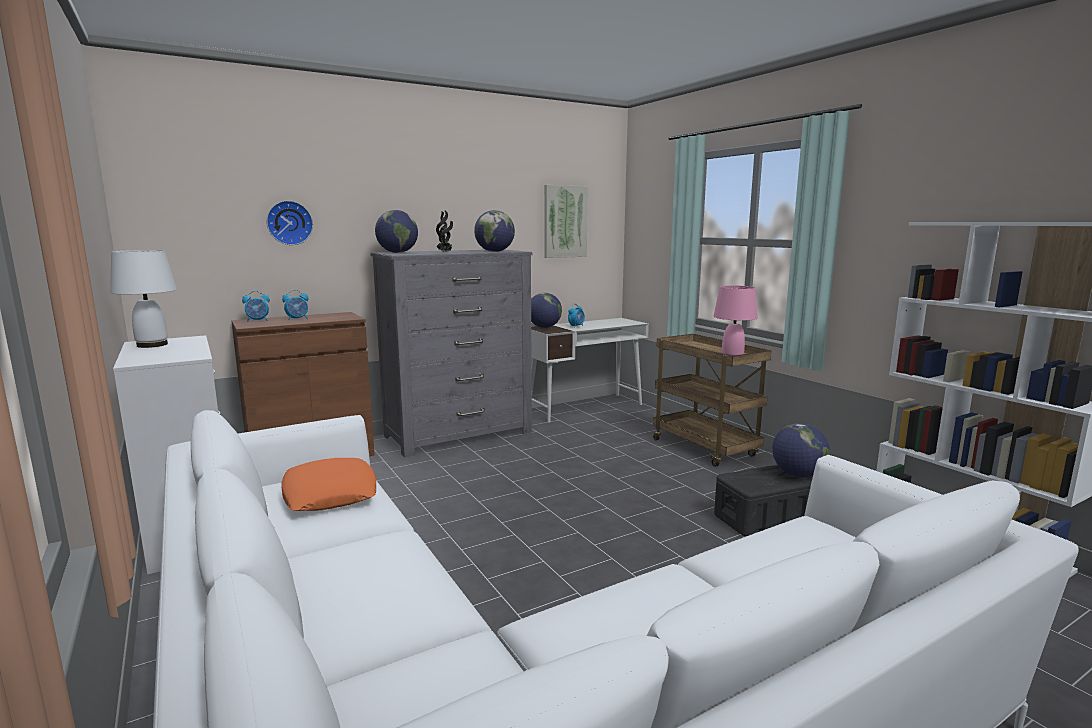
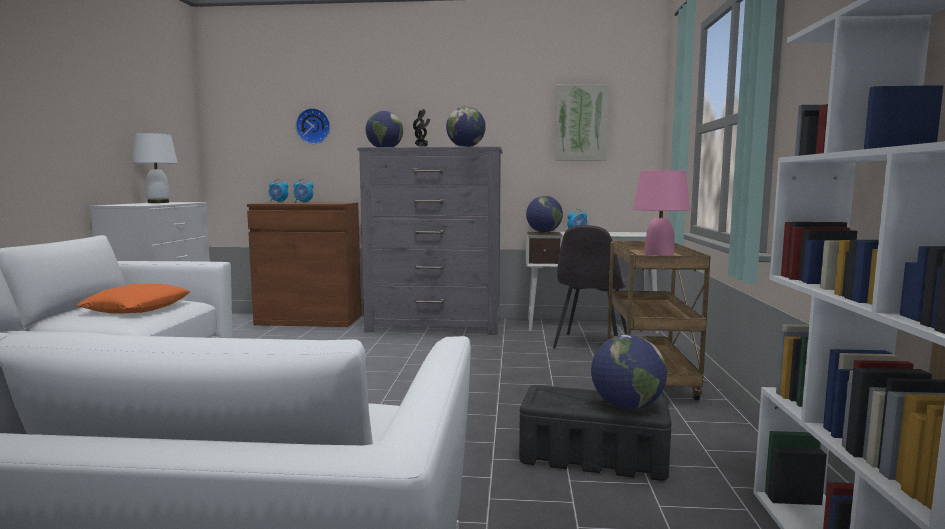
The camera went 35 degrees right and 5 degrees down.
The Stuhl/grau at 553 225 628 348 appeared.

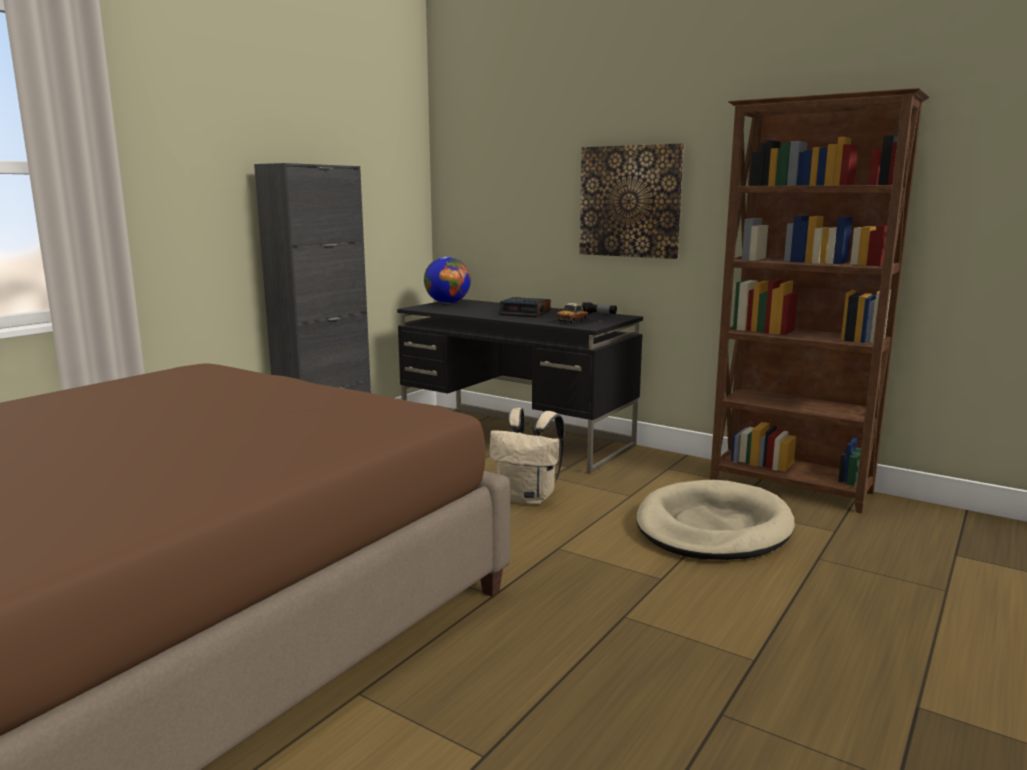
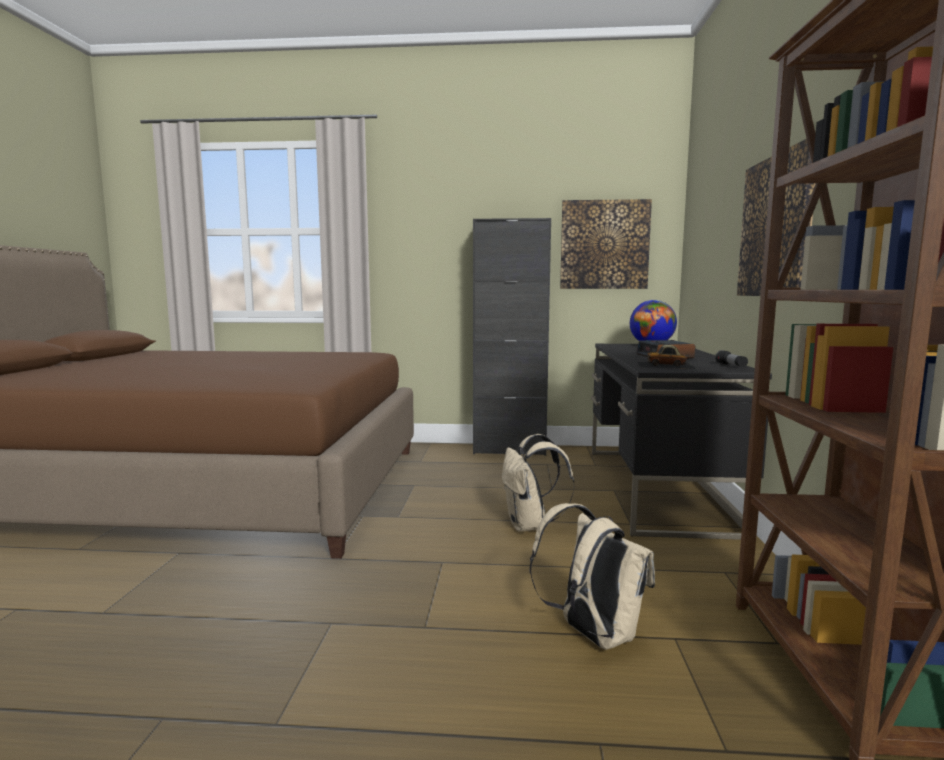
The camera went 60 degrees right and 5 degrees down.
The Bild at 560 199 652 289 appeared.
The Hundebett/beige at 636 480 795 560 was replaced by the Rucksack/beige at 530 503 655 650.

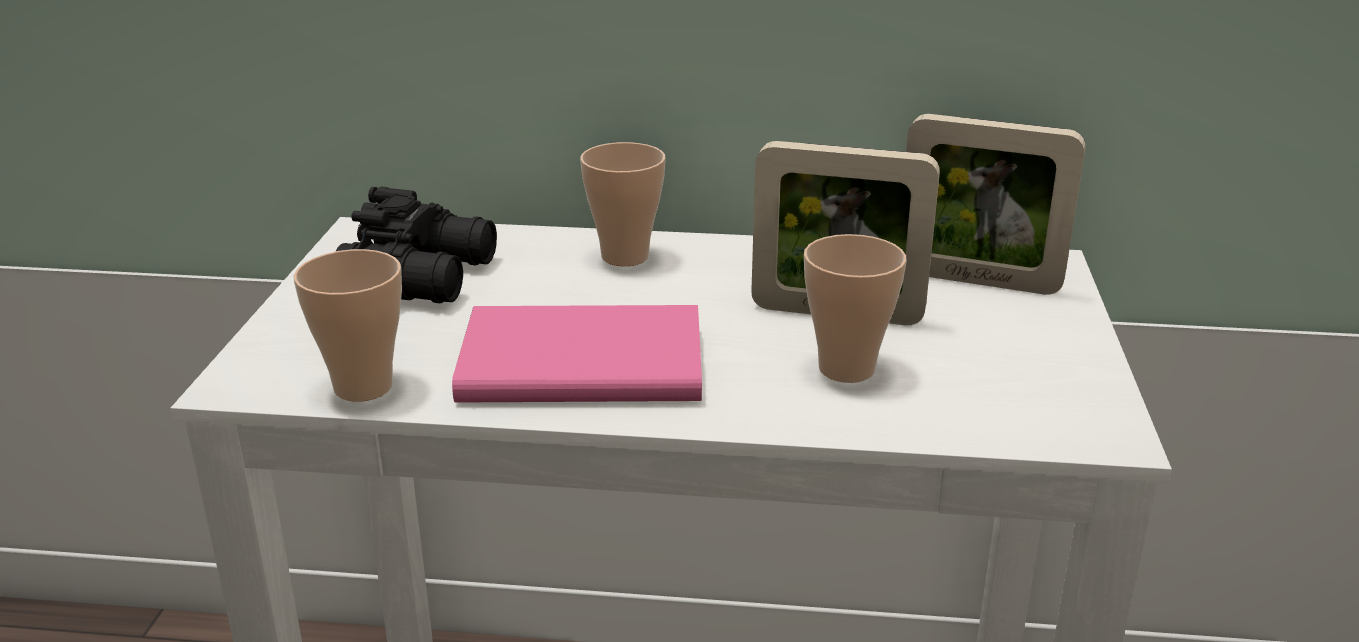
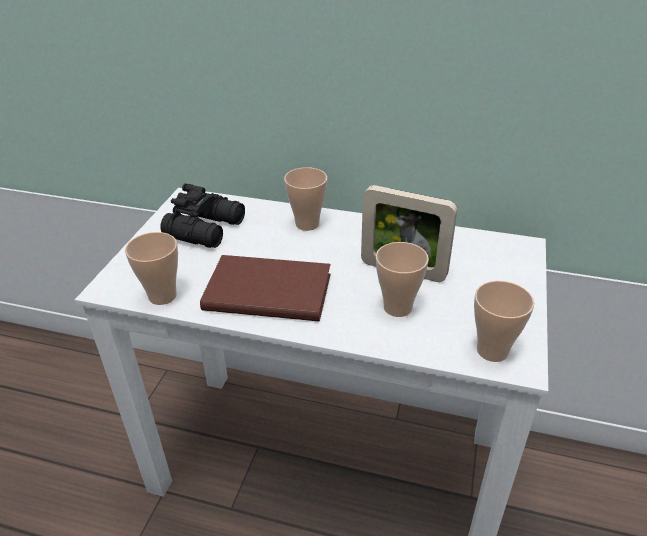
The camera went 10 degrees right and 10 degrees up.
The Bilderrahmen at 906 114 1086 295 disappeared.
The Tasse at 474 281 534 362 appeared.
The Buch/rosa at 452 305 702 403 became the Buch/braun at 200 255 331 321.

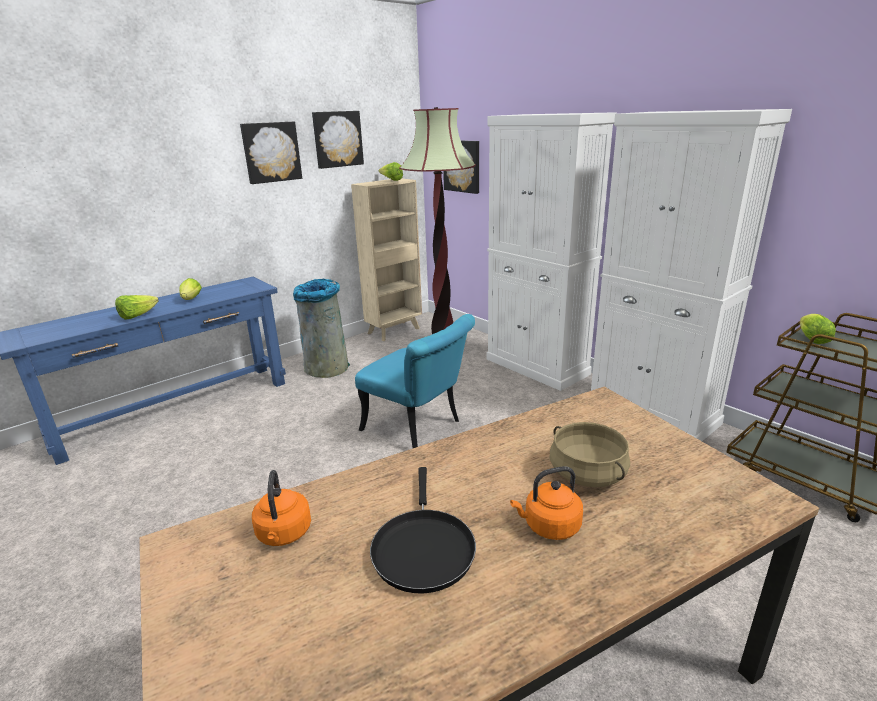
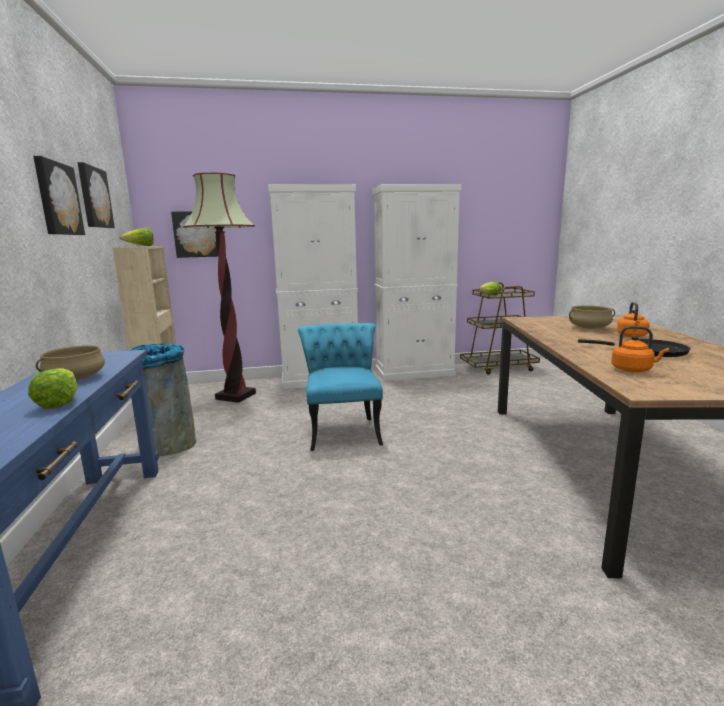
The camera went 60 degrees left and 10 degrees down.
The Salatkopf at 179 278 202 300 was replaced by the Kochtopf/beige at 36 345 105 380.
The Stuhl/türkis at 355 314 475 448 turned 75 degrees counterclockwise.

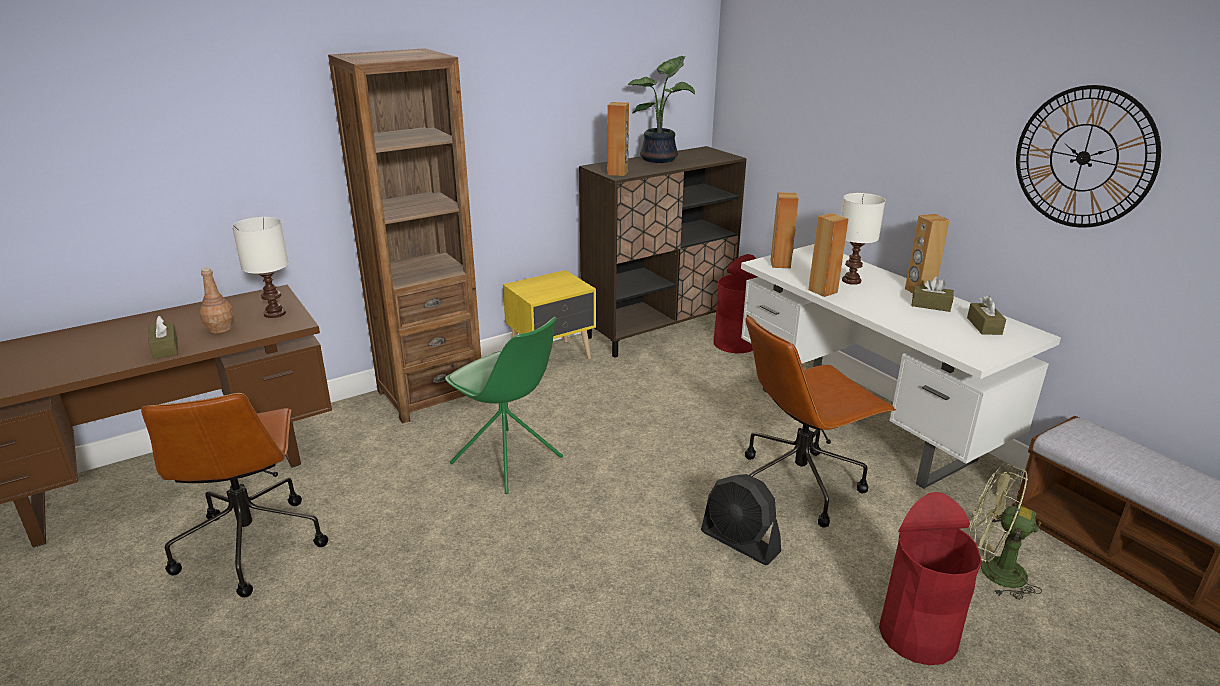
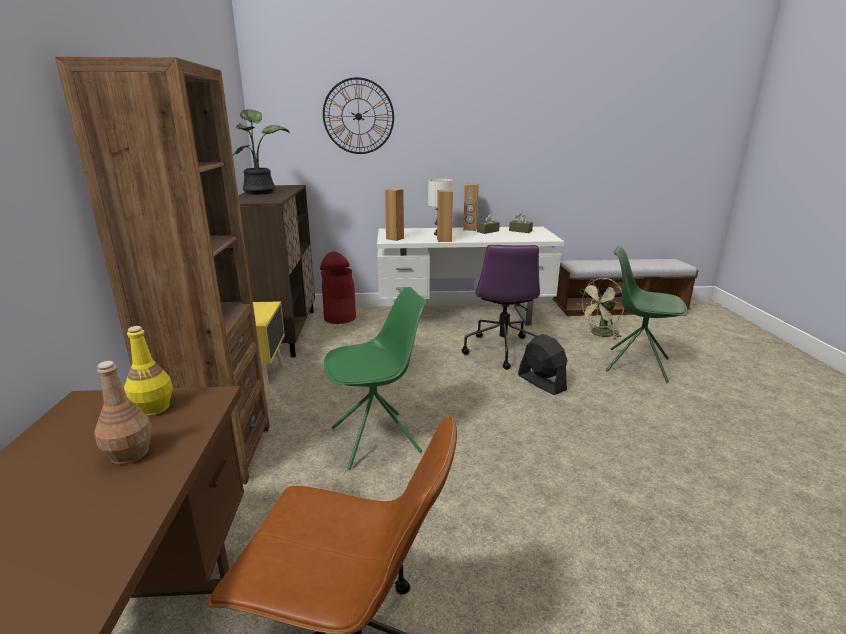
The camera went 60 degrees left and 5 degrees down.
The Taschentuchbox/braun at 149 316 178 359 disappeared.
The Lautsprecher/braun at 607 102 629 176 disappeared.
The Wanduhr moved from 1016 85 1161 228 to 323 77 394 154.
The Tischlampe/weiß at 232 217 289 318 was replaced by the Flasche/gelb at 124 326 173 416.
The Mülleimer/rot at 879 492 982 665 was replaced by the Stuhl/grün at 606 246 688 383.
The Bürostuhl/braun at 745 315 896 528 became the Bürostuhl/lila at 462 245 540 370.
The Ventilator/schwarz at 701 474 781 565 turned 105 degrees counterclockwise.

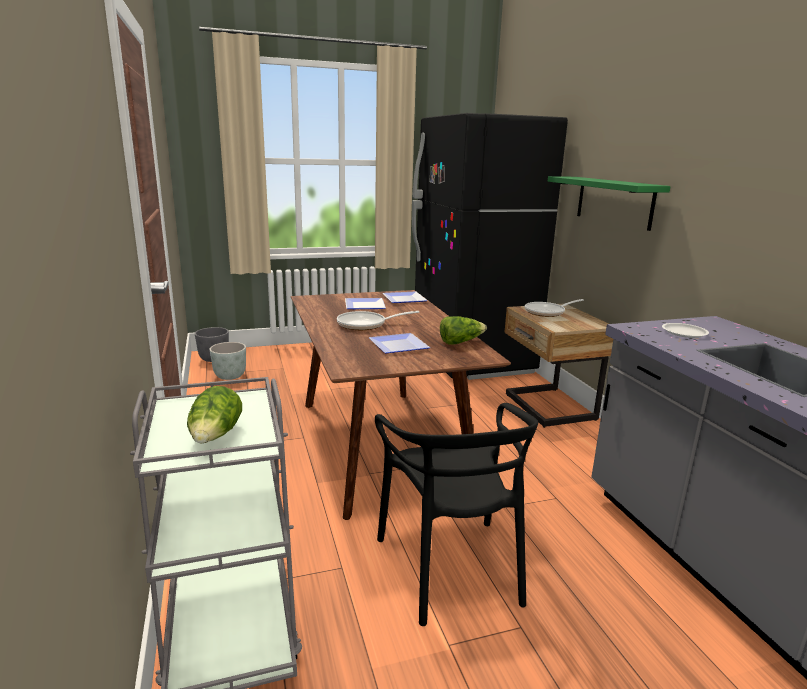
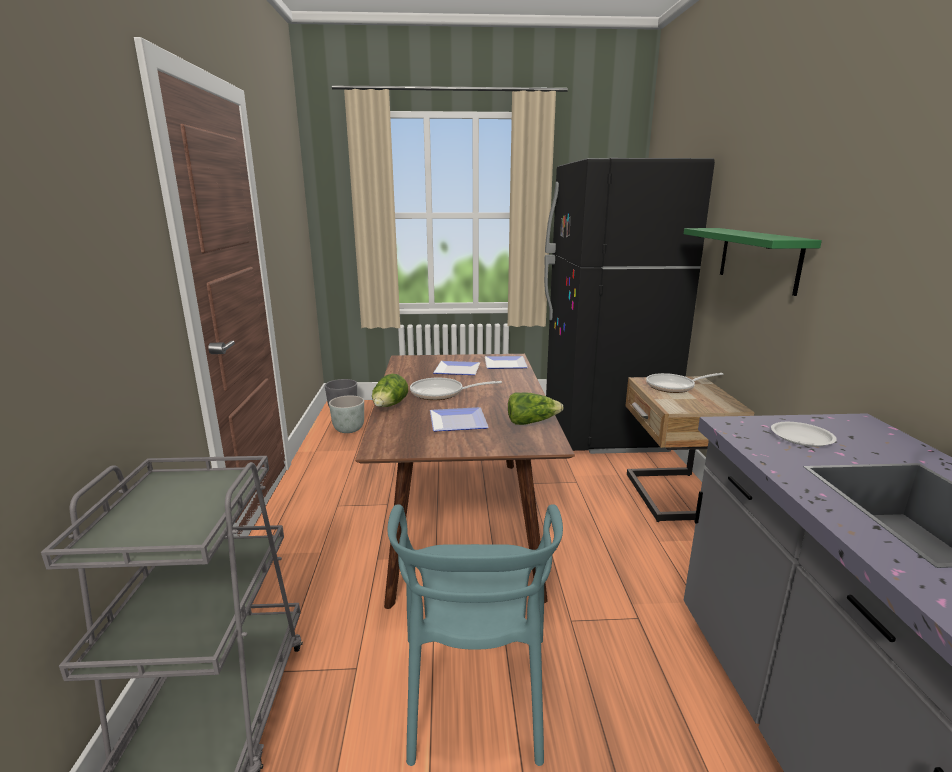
The camera went 15 degrees right and 0 degrees up.
The Salatkopf moved from 187 386 242 443 to 372 374 408 407.
The Stuhl/schwarz at 375 403 538 626 became the Stuhl/türkis at 388 504 563 766.

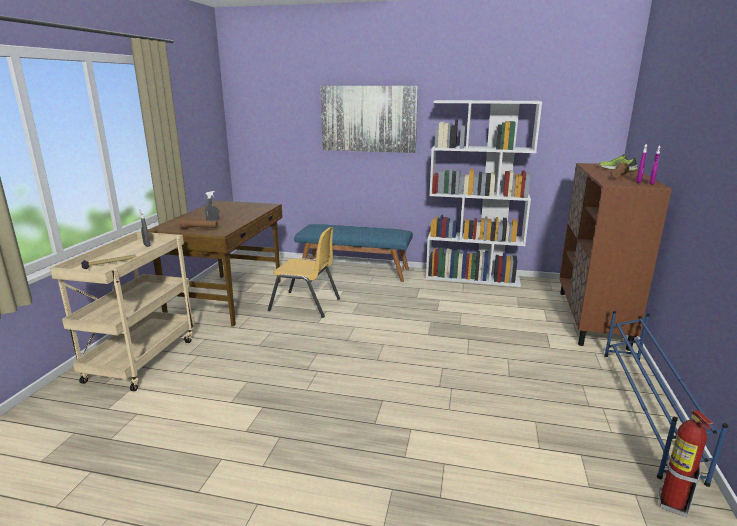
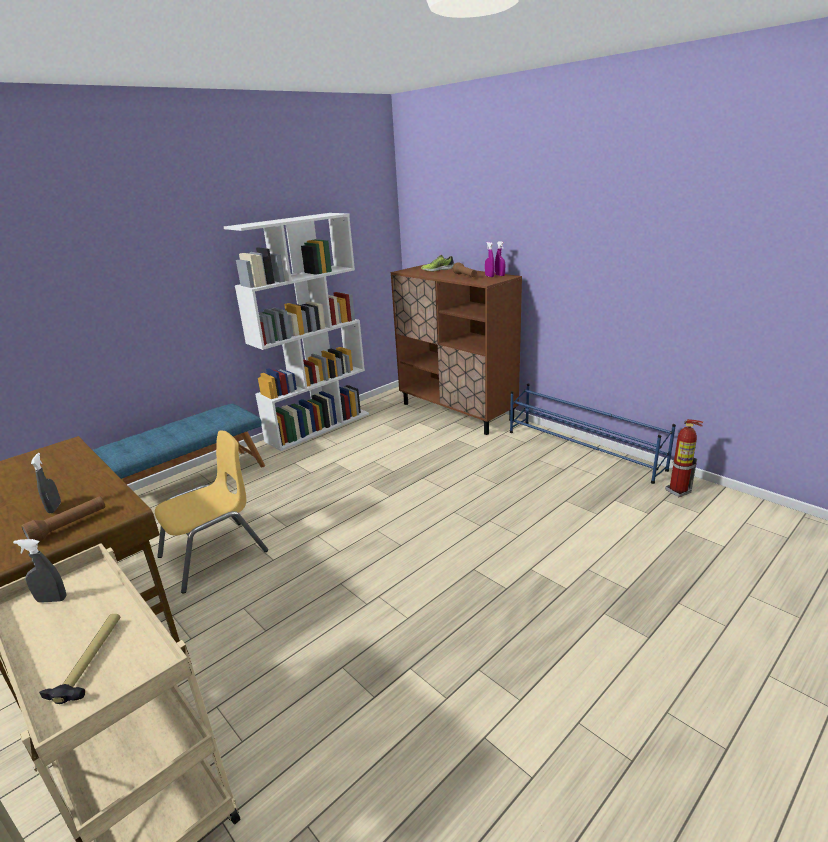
The camera went 55 degrees left and 5 degrees up.
The Bild at 321 86 418 153 disappeared.

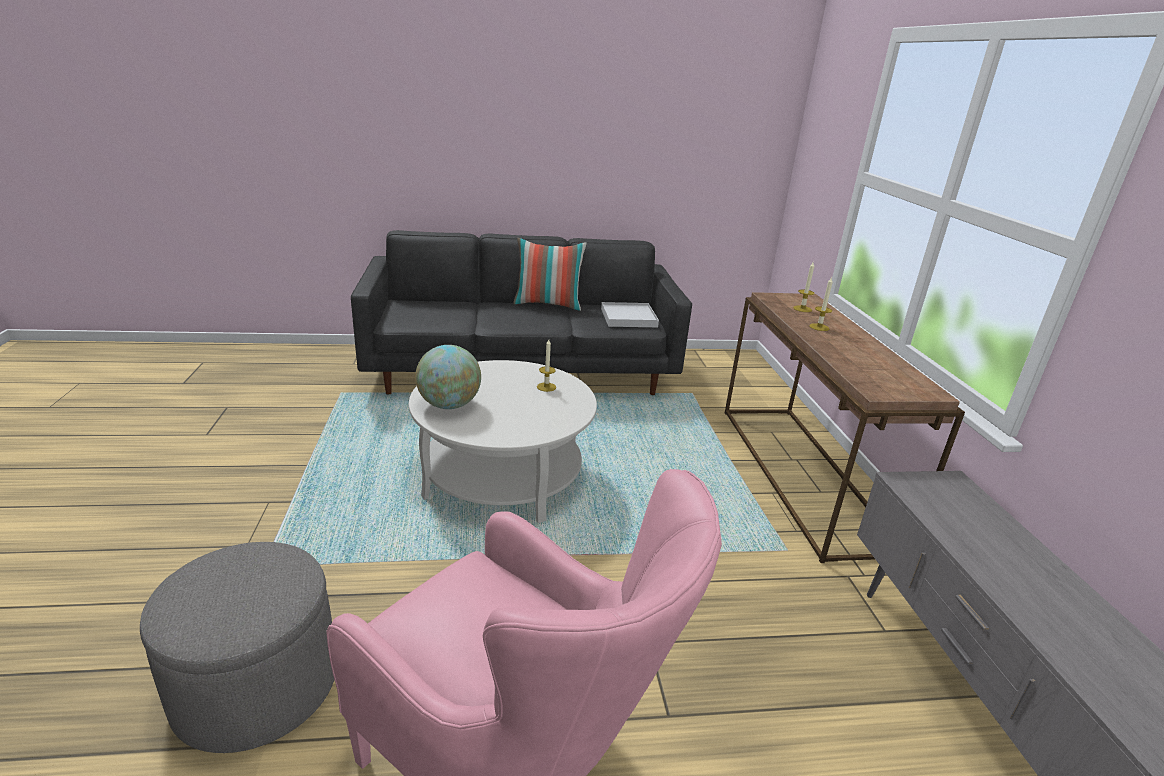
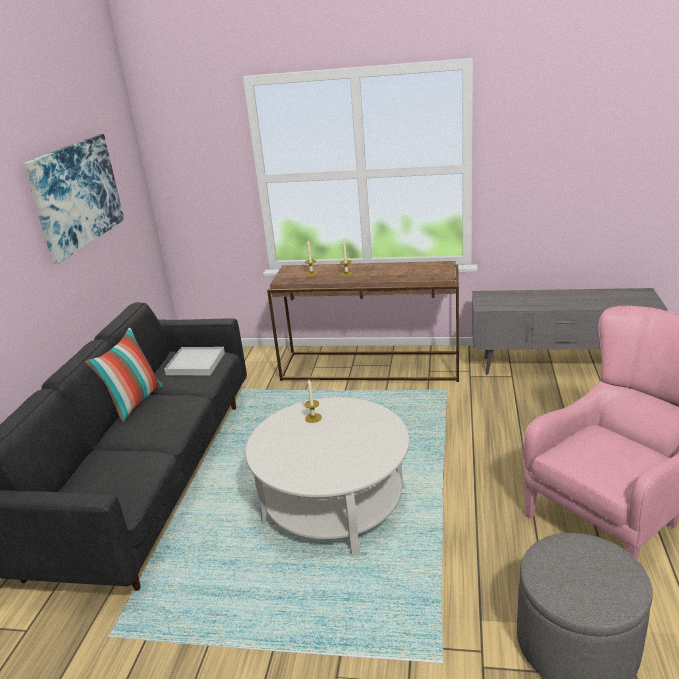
The camera went 70 degrees left and 0 degrees up.
The Globus at 415 345 481 409 disappeared.
The Bild at 23 134 124 264 appeared.

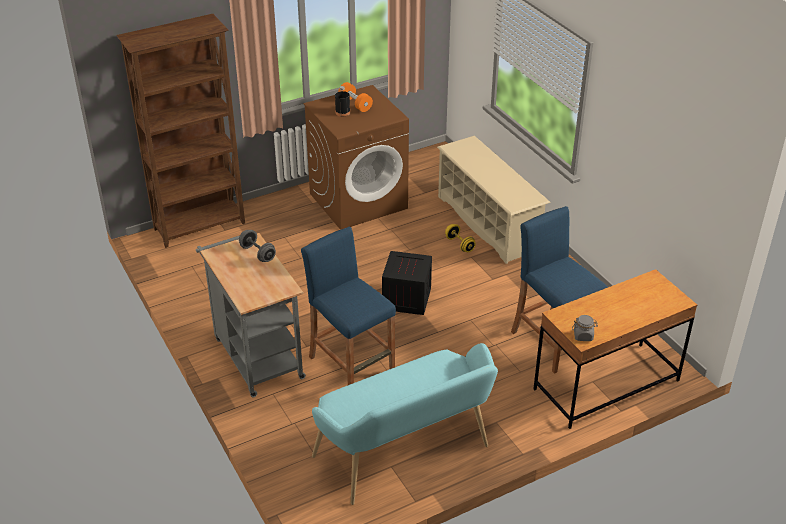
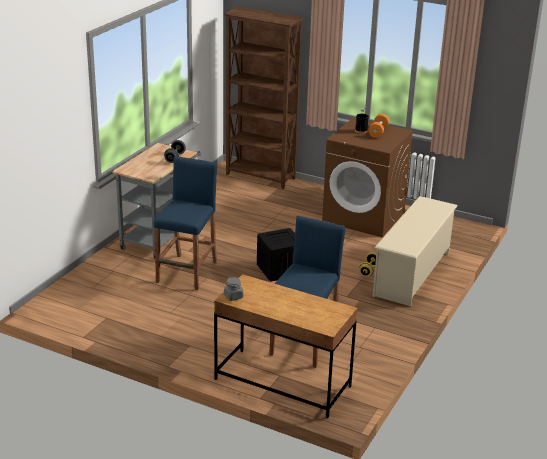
The camera went 55 degrees right and 10 degrees down.
The Bank/türkis at 312 343 498 505 disappeared.

